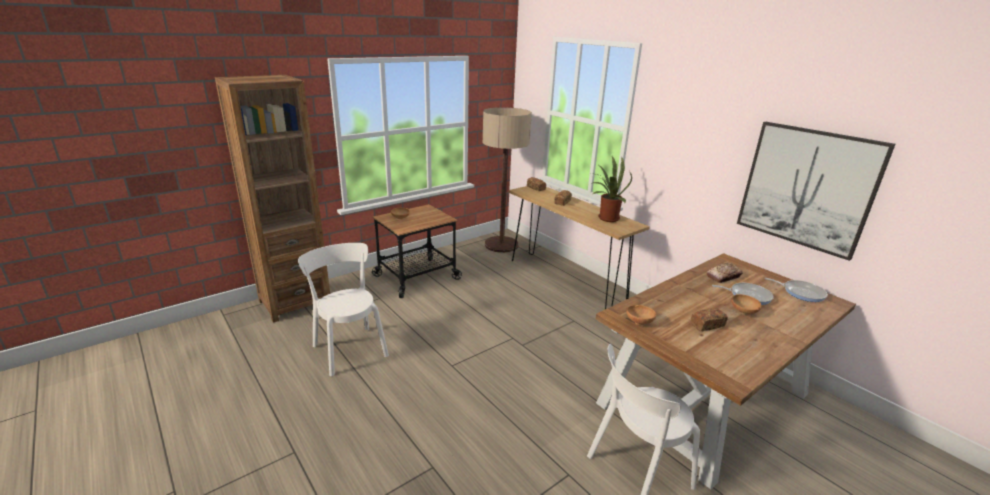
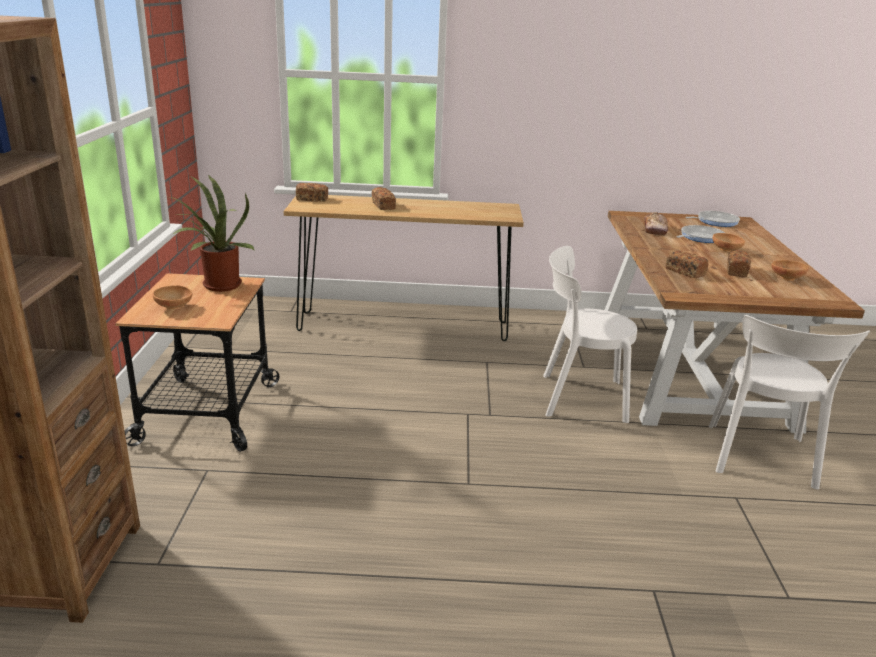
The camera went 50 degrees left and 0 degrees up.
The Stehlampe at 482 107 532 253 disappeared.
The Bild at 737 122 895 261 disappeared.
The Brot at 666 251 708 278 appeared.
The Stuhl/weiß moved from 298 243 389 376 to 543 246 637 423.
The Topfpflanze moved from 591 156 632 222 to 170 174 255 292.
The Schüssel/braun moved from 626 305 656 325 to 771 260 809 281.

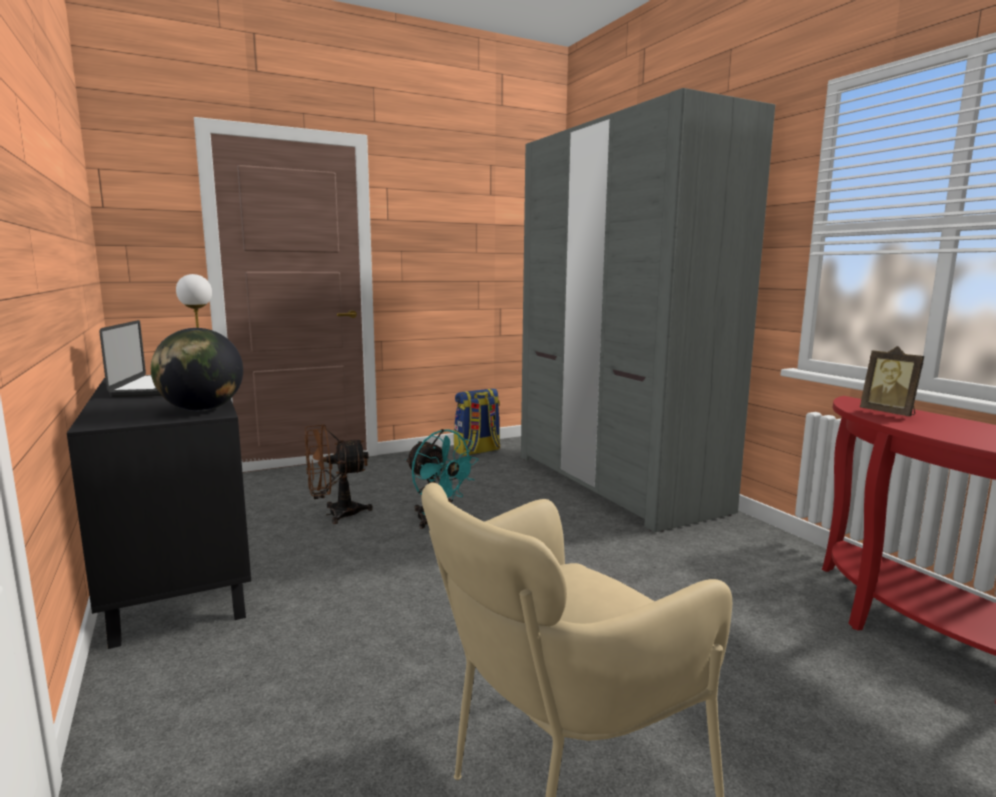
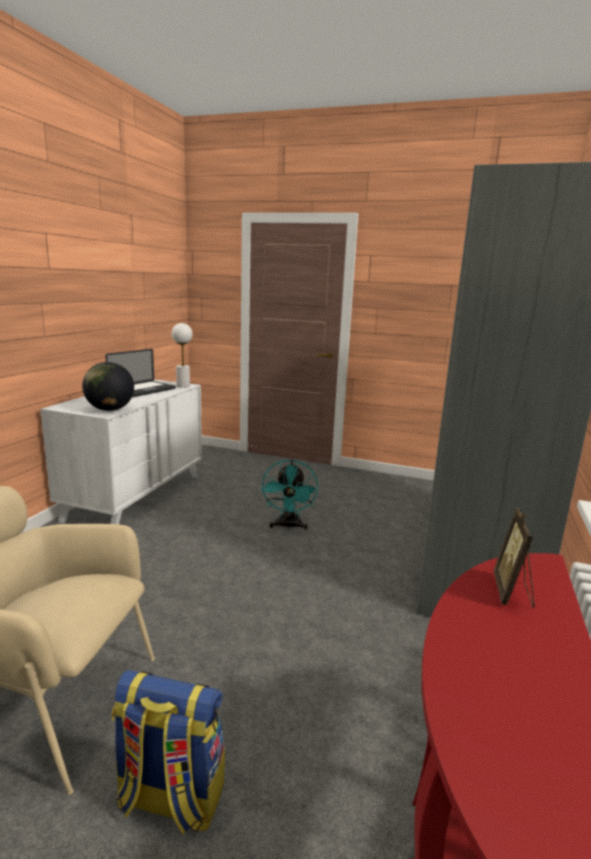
The camera went 45 degrees right and 5 degrees up.
The Ventilator/braun at 304 424 373 524 disappeared.
The Rucksack moved from 454 389 500 456 to 112 670 225 834.
The Kommode/schwarz at 67 376 251 649 became the Kommode/weiß at 40 380 202 524.

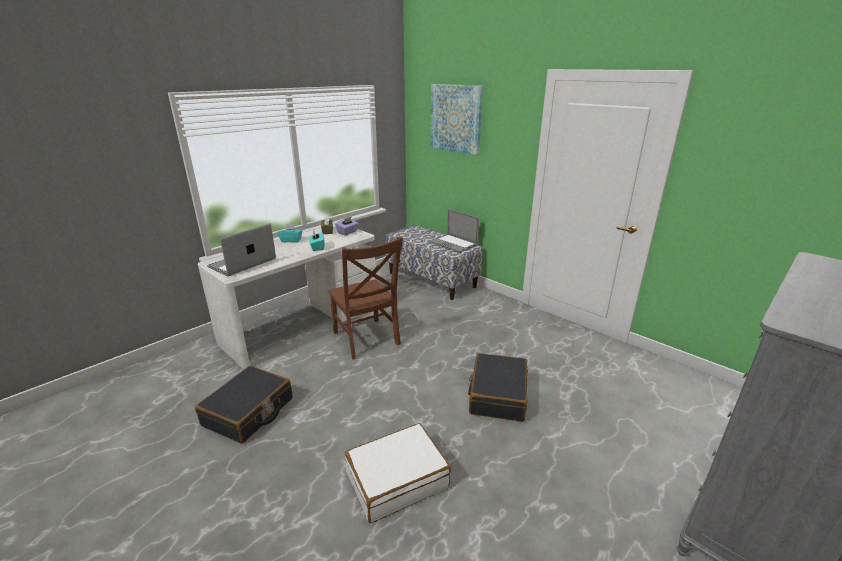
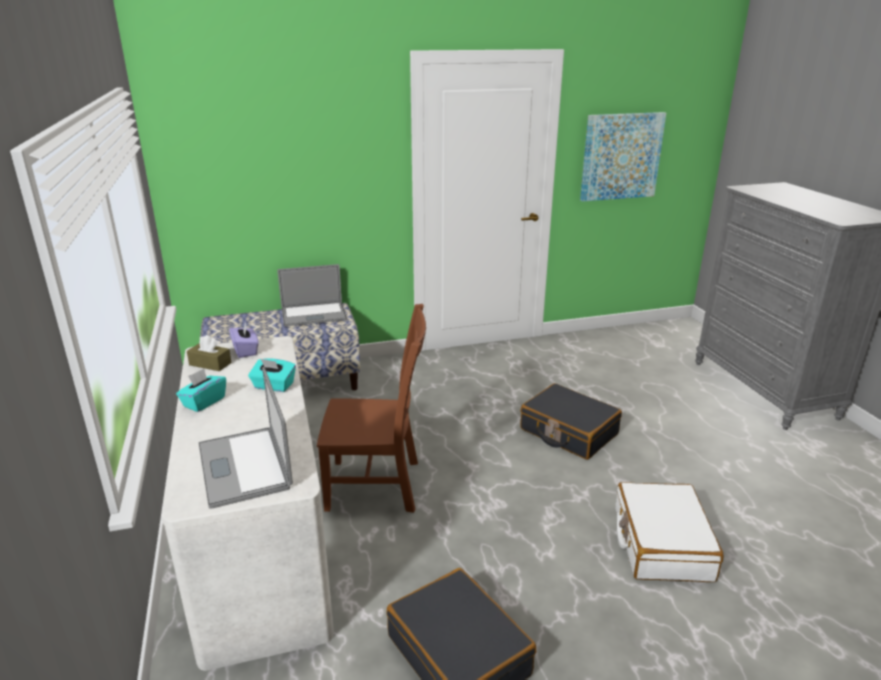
The camera went 60 degrees left and 0 degrees up.
The Bild moved from 431 84 483 155 to 580 112 666 202.

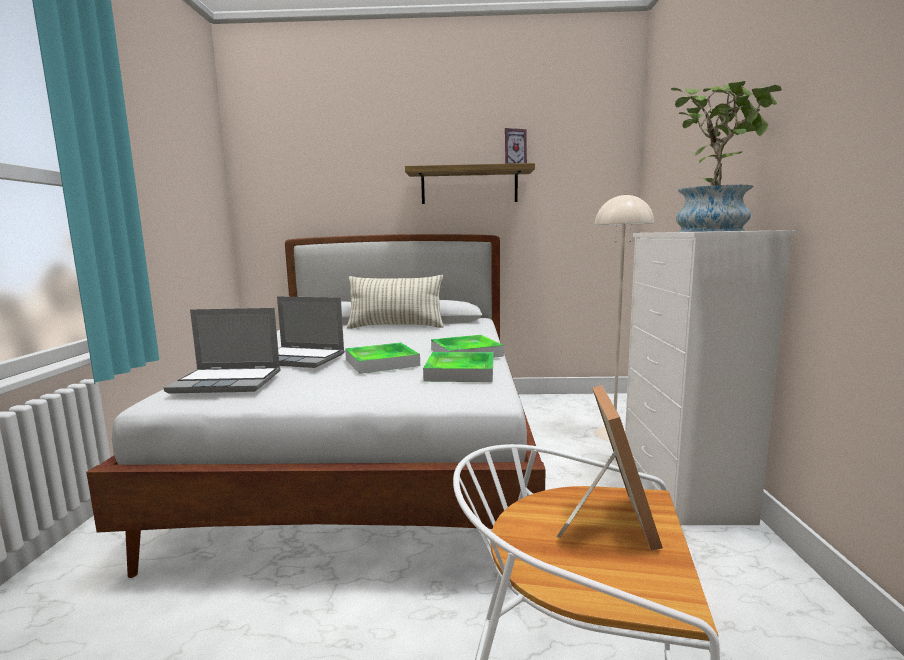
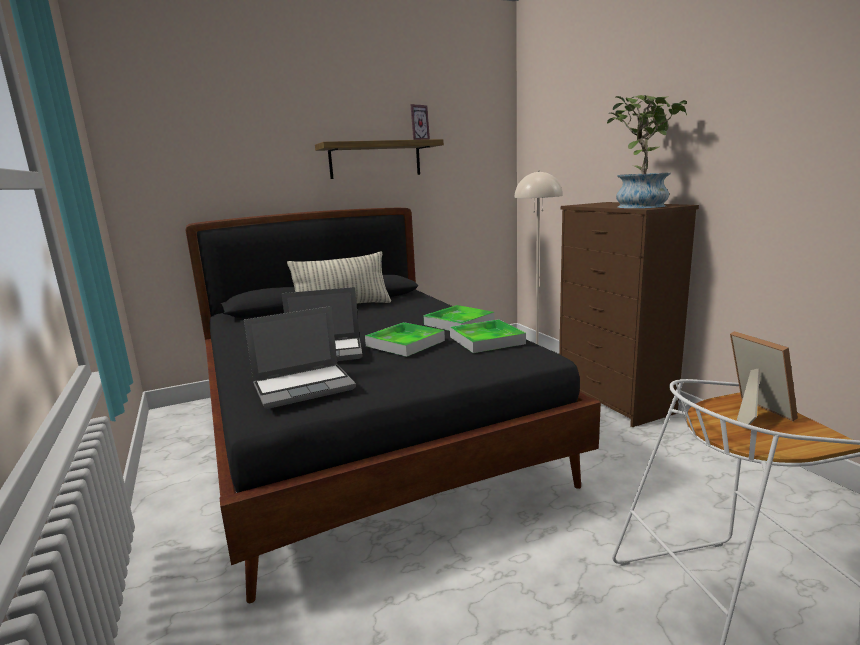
The camera went 25 degrees left and 5 degrees up.
The Bett/weiß at 86 234 546 578 became the Bett/schwarz at 185 208 601 603.
The Kommode/weiß at 625 230 796 525 became the Kommode/braun at 559 202 699 427.

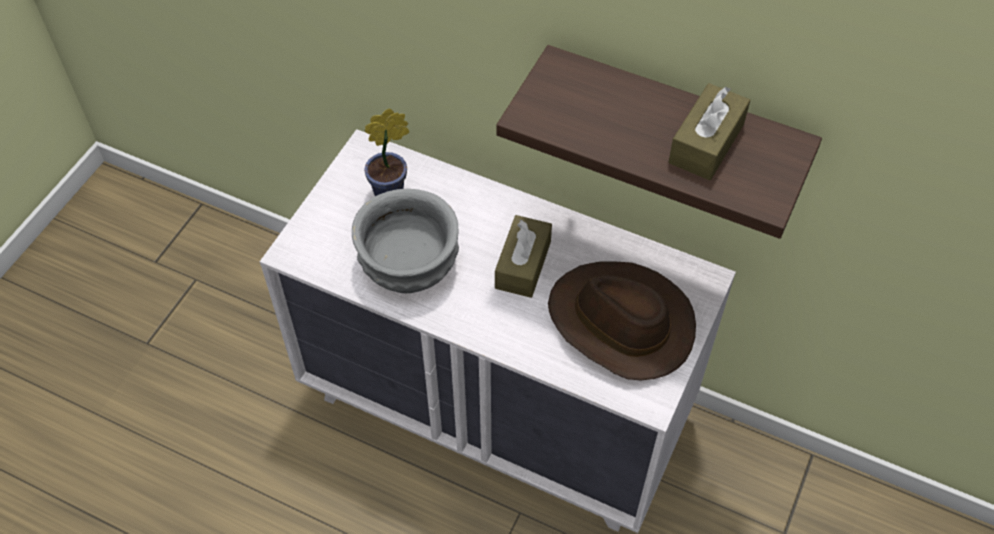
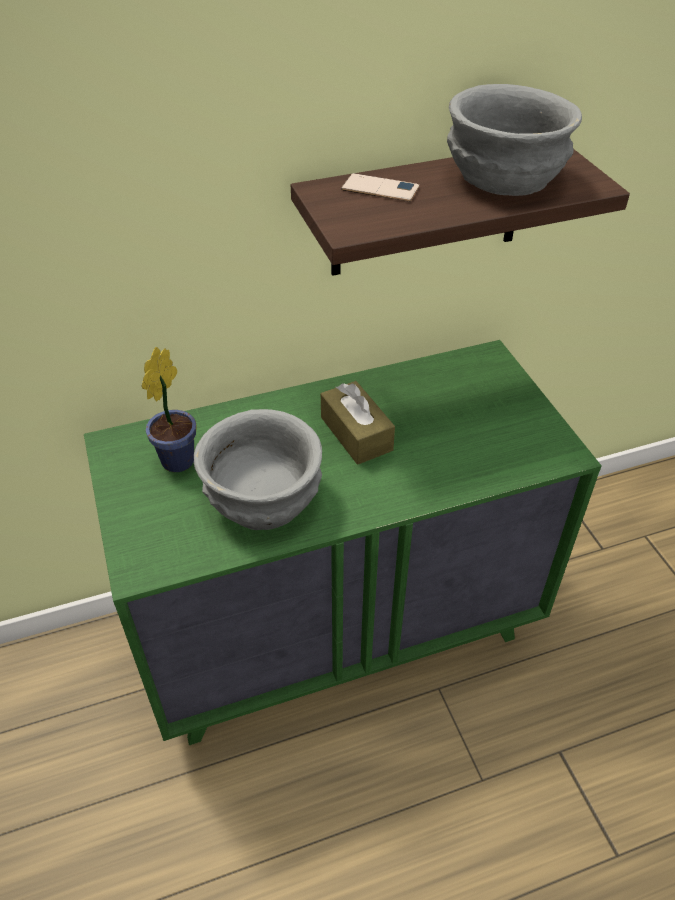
The camera went 45 degrees left and 10 degrees down.
The Hut/braun at 548 261 696 380 disappeared.
The Handy at 341 173 420 202 appeared.
The Taschentuchbox/braun at 668 83 750 180 was replaced by the Schüssel/grau at 447 84 582 196.
The Kommode/weiß at 260 129 736 533 became the Kommode/grün at 84 340 601 745.

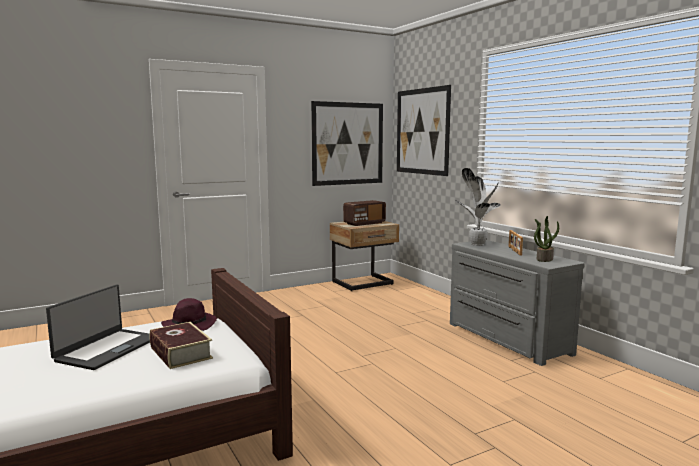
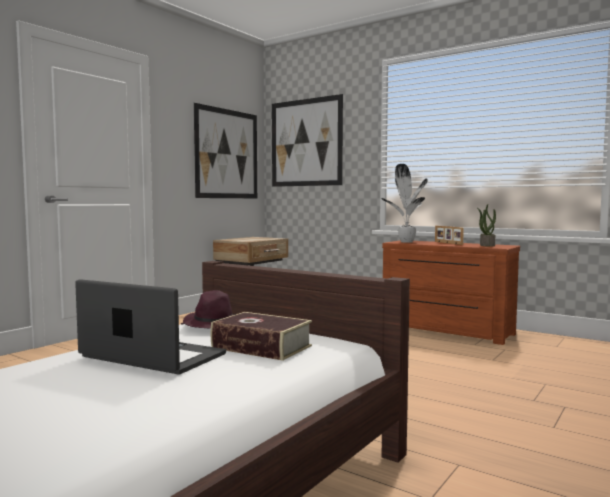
The camera went 25 degrees left and 5 degrees down.
The Radio at 343 200 386 226 disappeared.
The Kommode/grau at 450 240 585 366 became the Kommode/braun at 382 240 520 345.
The Laptop at 46 284 150 370 turned 60 degrees counterclockwise.

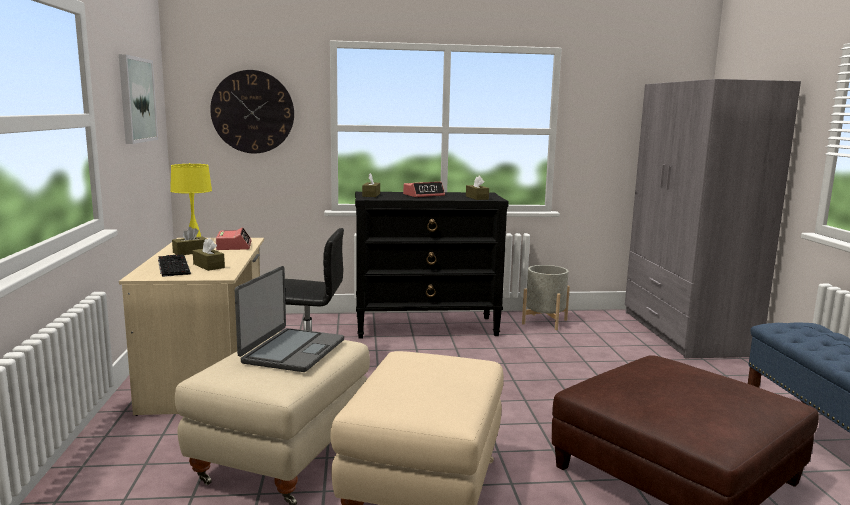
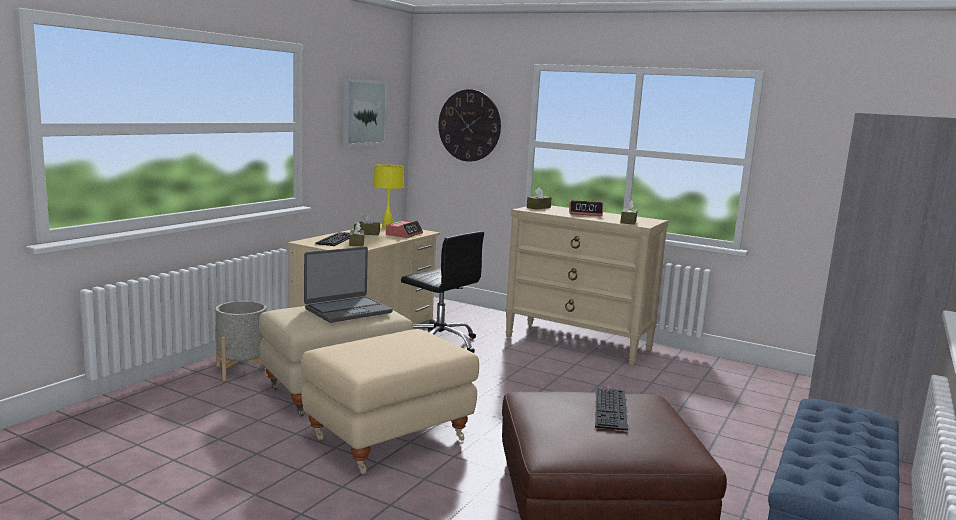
The camera went 35 degrees right and 0 degrees up.
The Tastatur at 595 388 629 432 appeared.
The Pflanzkübel/grau moved from 522 265 570 330 to 215 301 268 381.
The Kommode/schwarz at 355 192 509 339 became the Kommode/beige at 505 205 668 366.

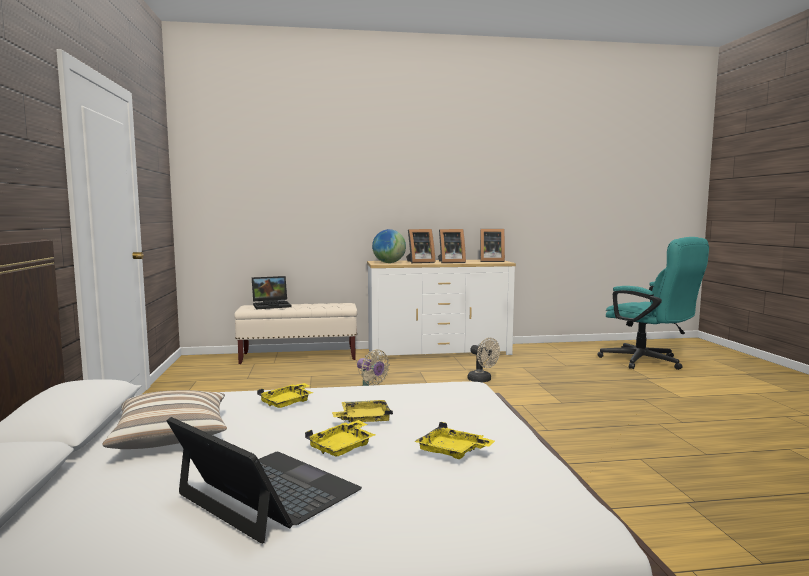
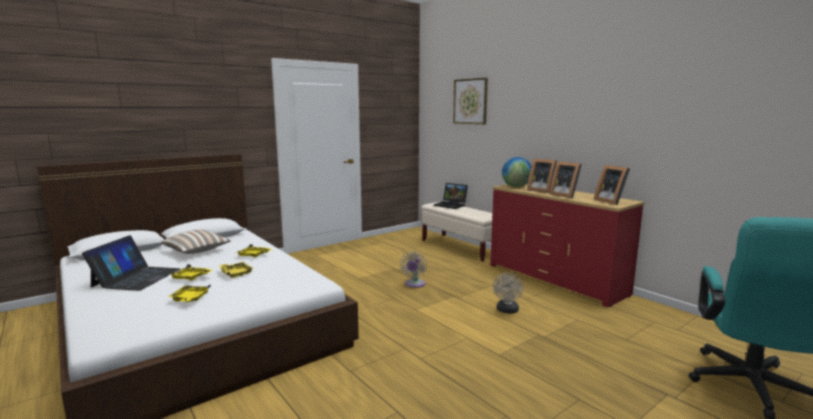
The camera went 60 degrees right and 5 degrees up.
The Bild at 453 78 488 124 appeared.
The Kommode/weiß at 367 260 516 359 became the Kommode/rot at 490 184 645 307.

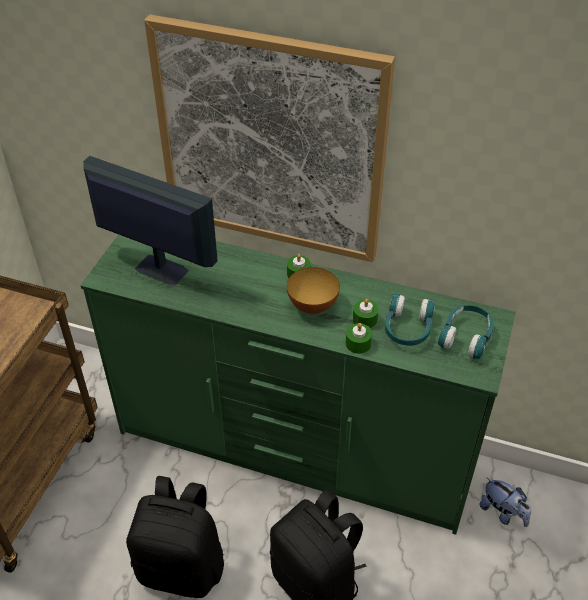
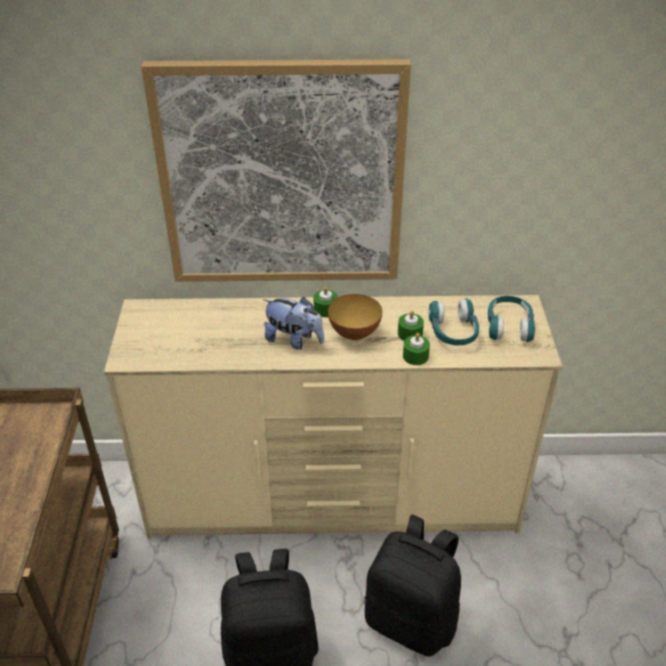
The camera went 20 degrees left and 5 degrees down.
The Monitor at 83 156 218 285 disappeared.
The Plüschtier moved from 479 477 531 527 to 263 297 324 350.
The Kommode/grün at 81 234 515 535 became the Kommode/beige at 104 295 562 539.

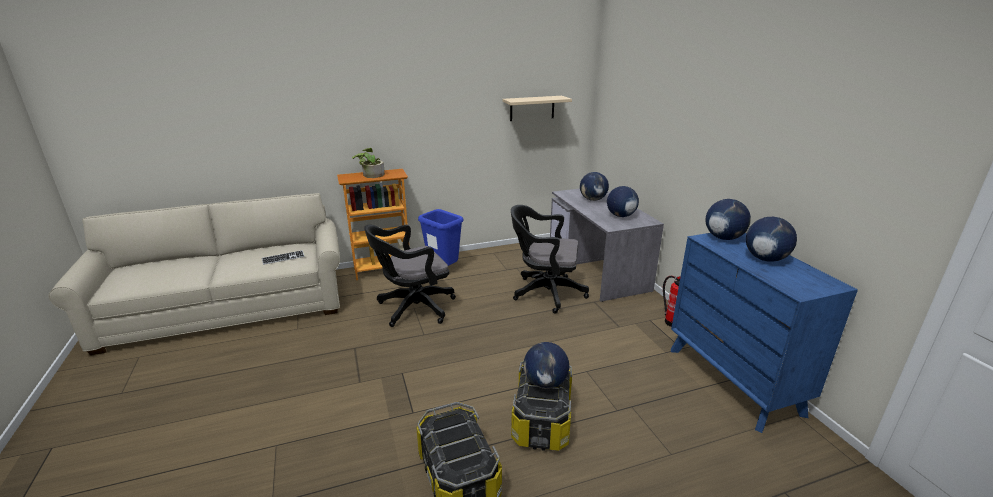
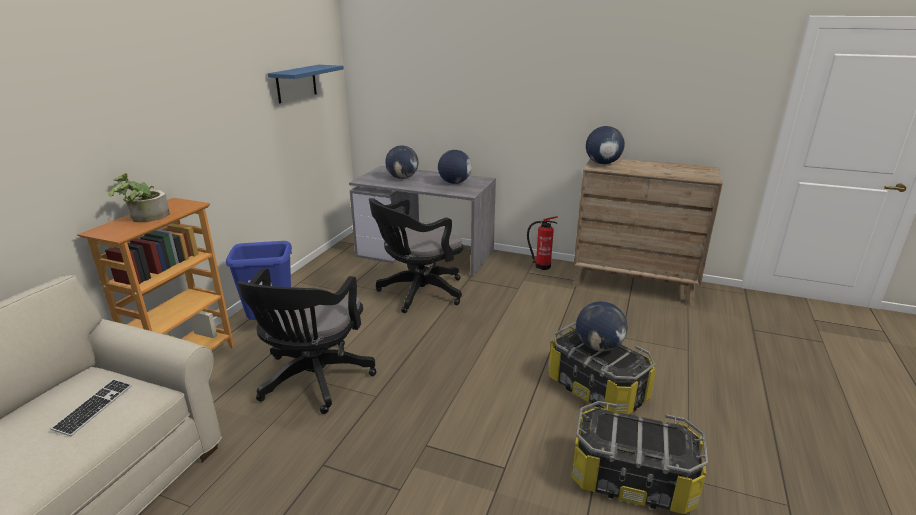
The camera went 50 degrees left and 0 degrees up.
The Globus at 746 217 797 262 disappeared.
The Wandregal/beige at 502 96 572 121 became the Wandregal/blau at 268 65 344 103.
The Kommode/blau at 671 233 858 433 became the Kommode/braun at 573 158 723 306.

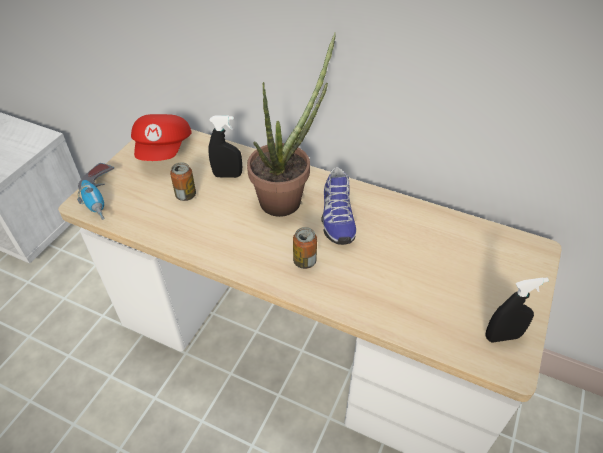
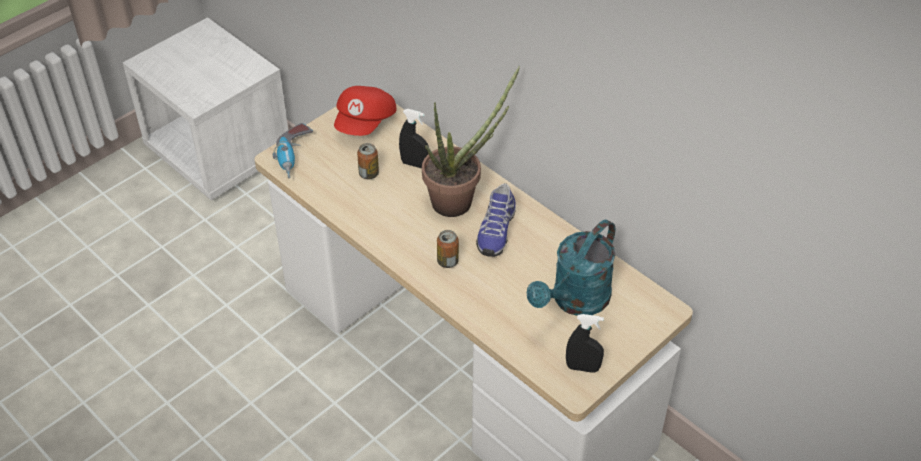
The camera went 20 degrees right and 0 degrees up.
The Gießkanne/türkis at 527 220 615 316 appeared.

